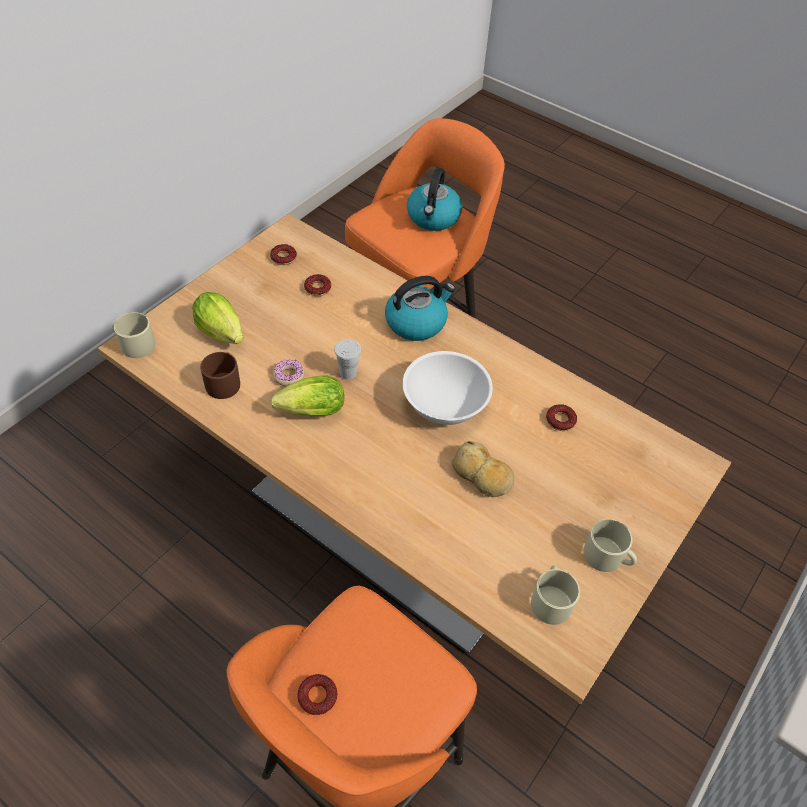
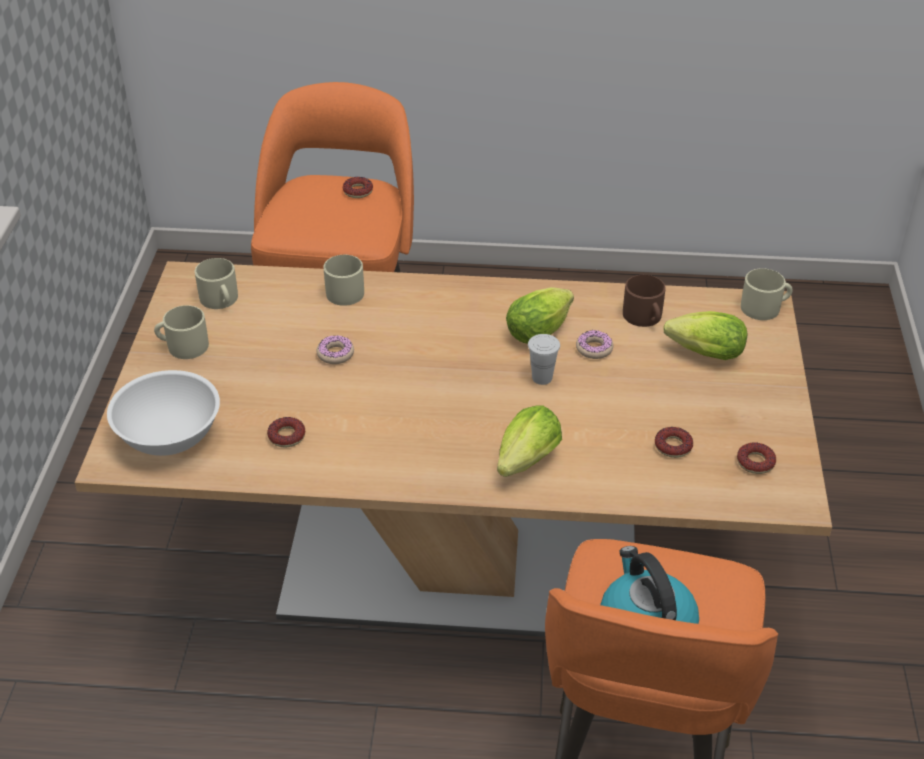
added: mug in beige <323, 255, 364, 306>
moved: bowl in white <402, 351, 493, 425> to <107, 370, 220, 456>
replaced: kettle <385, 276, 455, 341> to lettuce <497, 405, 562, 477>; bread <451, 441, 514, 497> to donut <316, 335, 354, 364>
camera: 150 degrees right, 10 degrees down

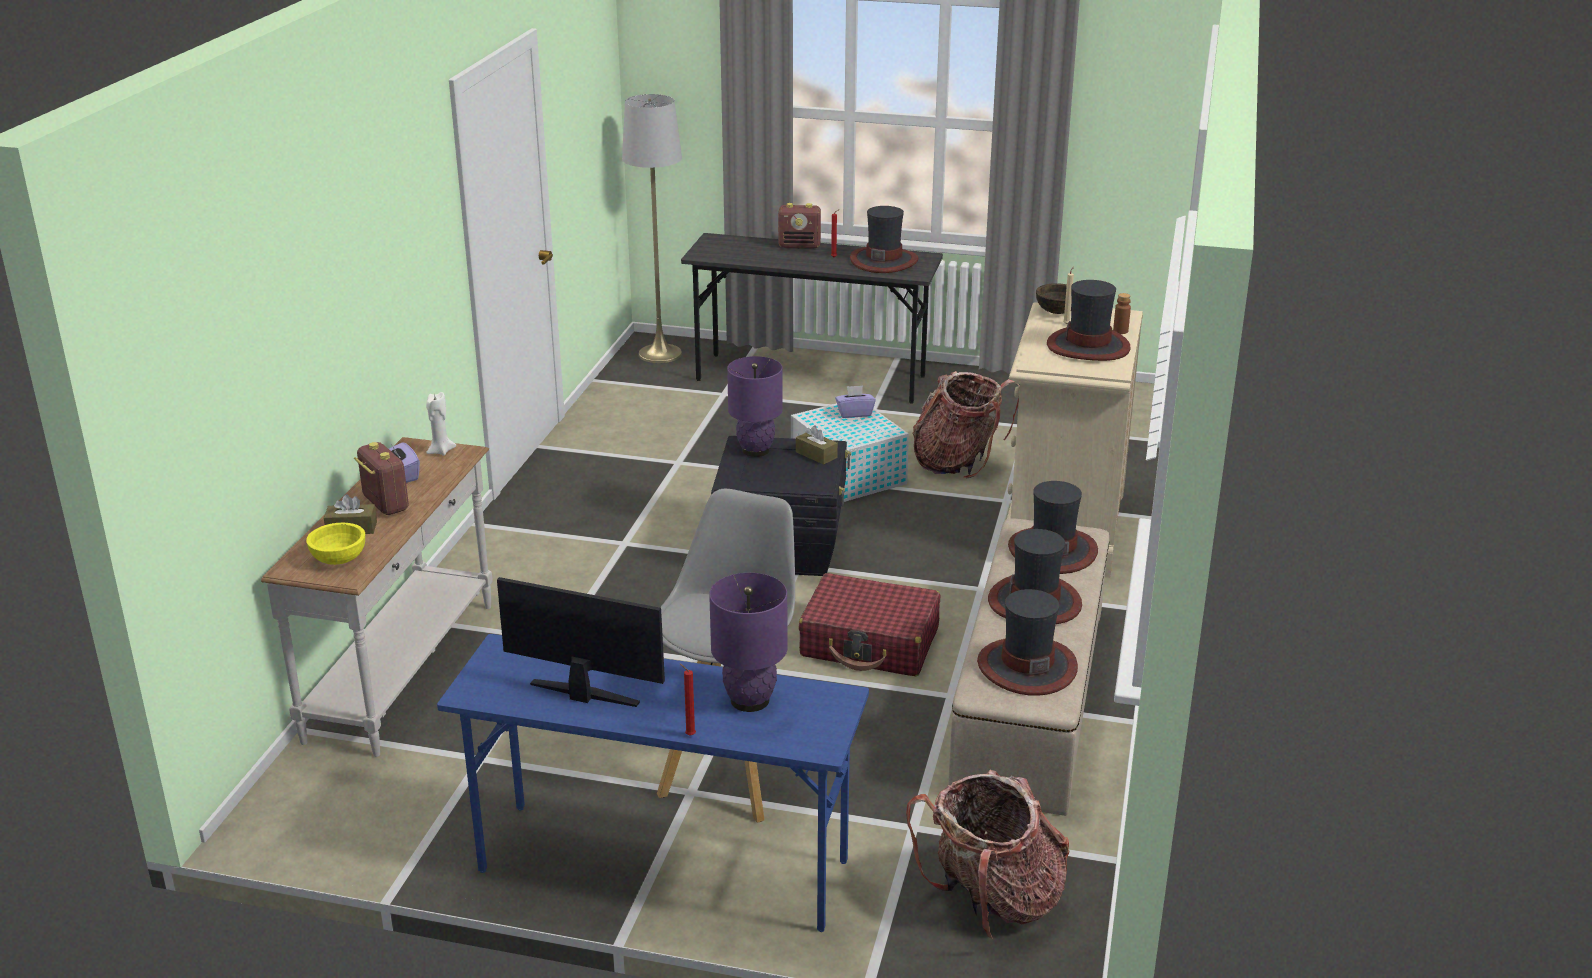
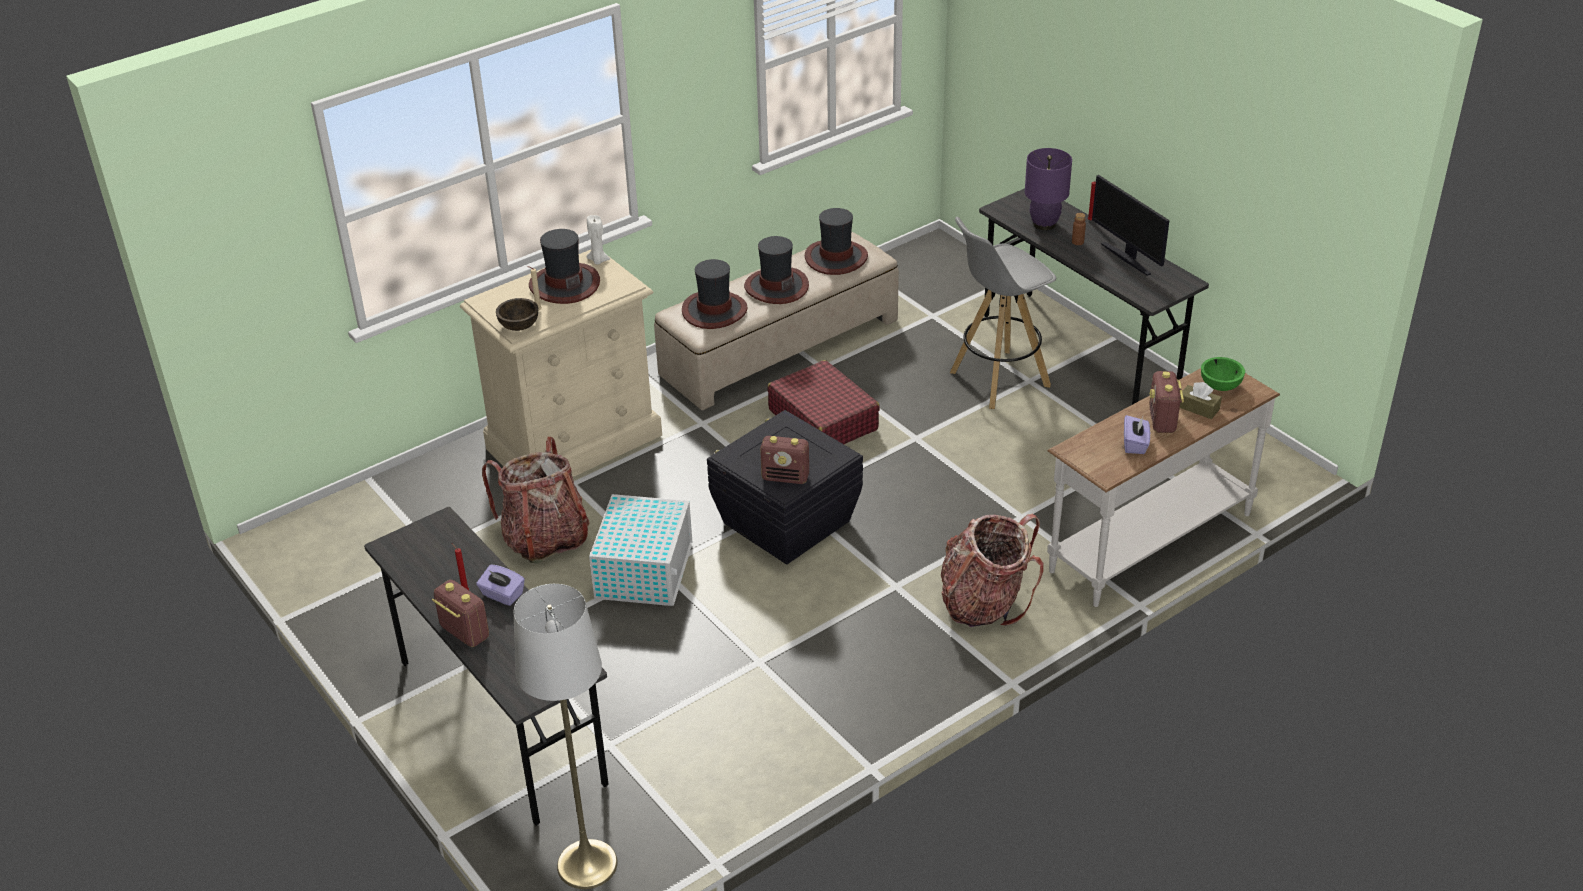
removed: tissue box in brown <796, 425, 838, 465>; hat <850, 206, 918, 273>
moved: candle in white <426, 392, 456, 456> to <586, 215, 610, 265>; tissue box in purple <835, 385, 876, 418> to <476, 565, 525, 606>; backpack <906, 770, 1070, 939> to <941, 514, 1044, 627>; bottle in brown <1113, 293, 1131, 334> to <1072, 213, 1086, 245>
replaced: table lamp in purple <727, 356, 783, 457> to radio <760, 436, 809, 484>
recoloured: bowl in yellow <306, 523, 365, 565> to bowl in green <1201, 357, 1245, 391>; desk in blue <437, 634, 869, 932> to desk in grey <979, 188, 1209, 405>
camera: 140 degrees left, 10 degrees up

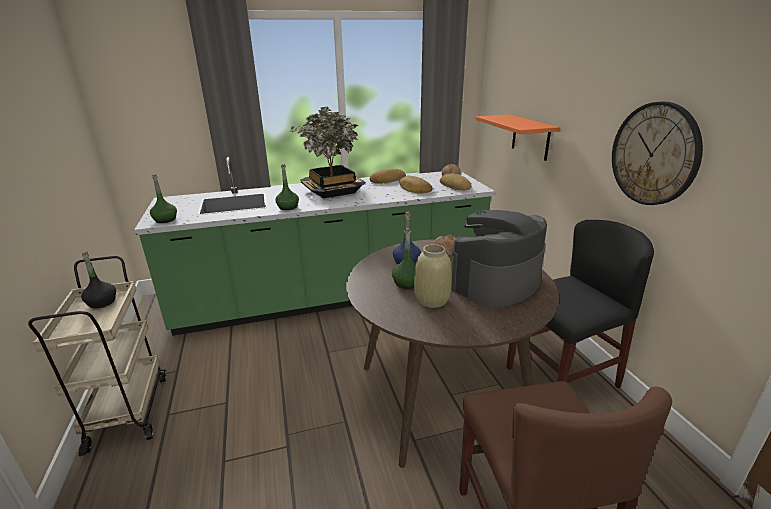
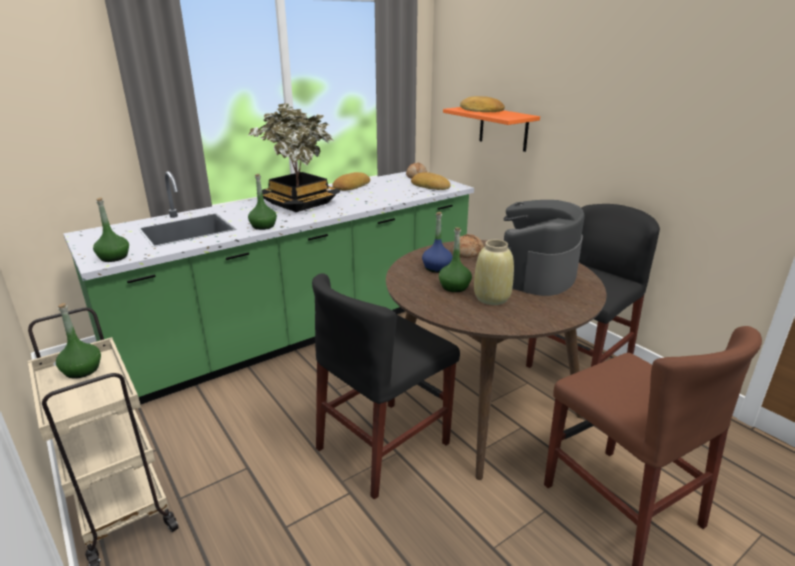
removed: wall clock <612, 102, 703, 205>
added: chair in black <312, 273, 460, 500>
moved: bread <399, 176, 433, 193> to <460, 96, 505, 112>
recoloured: bottle in black <81, 251, 116, 309> to bottle in green <56, 303, 101, 379>
camera: 20 degrees left, 0 degrees up

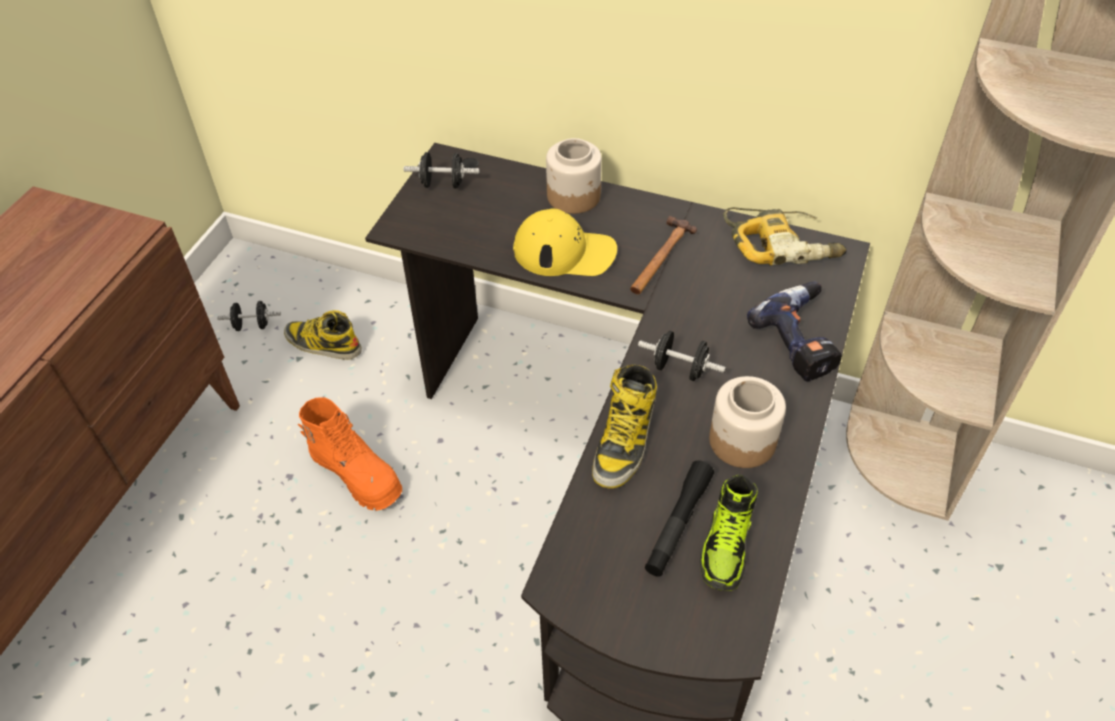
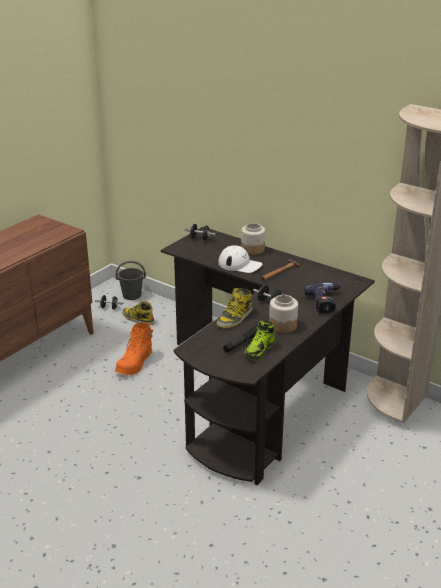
removed: power drill <723, 207, 846, 265>
added: bucket in grey <116, 261, 146, 300>
recoloured: cap in yellow <513, 209, 617, 276> to cap in white <219, 245, 262, 273>
turned: boot in orange <298, 397, 402, 511> = <115, 323, 153, 375> 60 degrees clockwise
camera: 15 degrees right, 20 degrees down

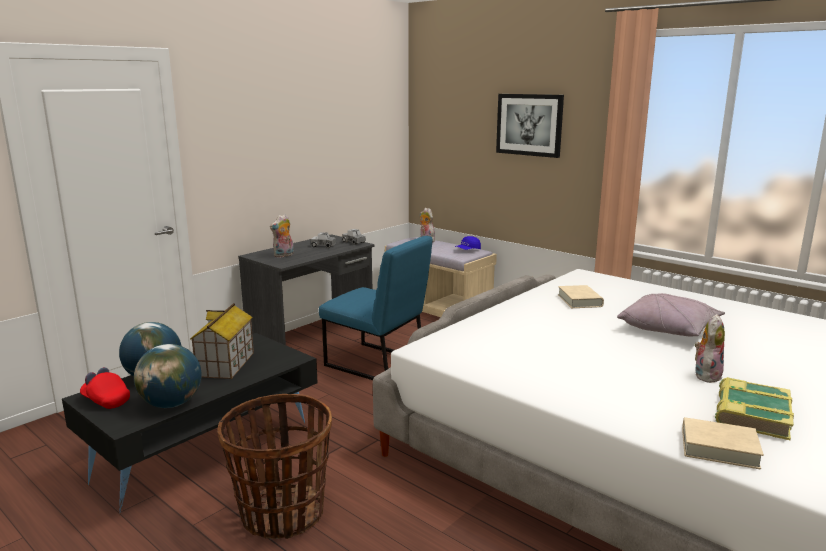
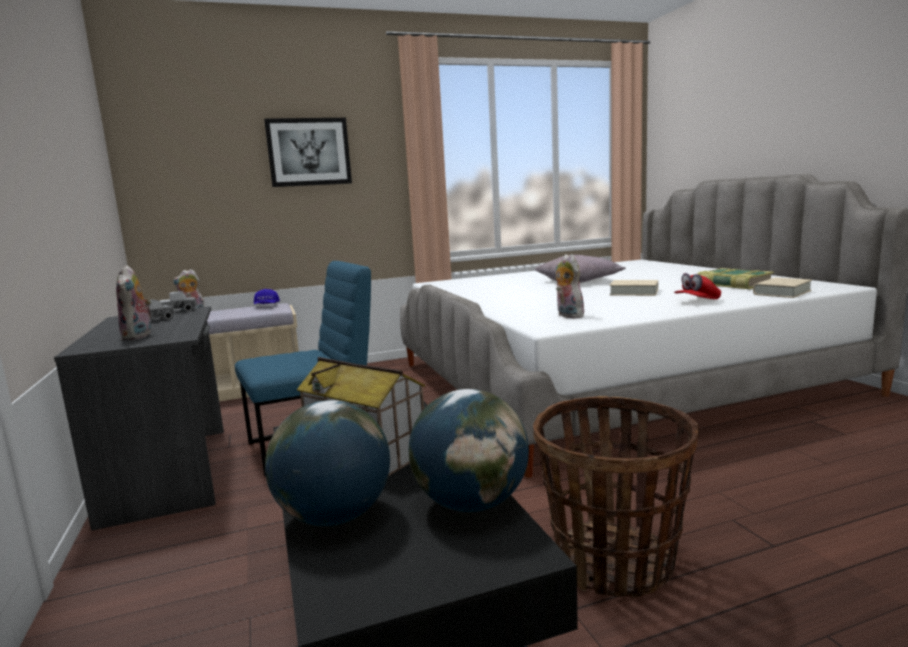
moved: cap in red <80, 367, 130, 409> to <674, 273, 721, 299>; book in beige <558, 285, 604, 308> to <609, 280, 658, 296>; plush toy <694, 314, 725, 383> to <556, 254, 586, 318>
camera: 60 degrees left, 5 degrees down

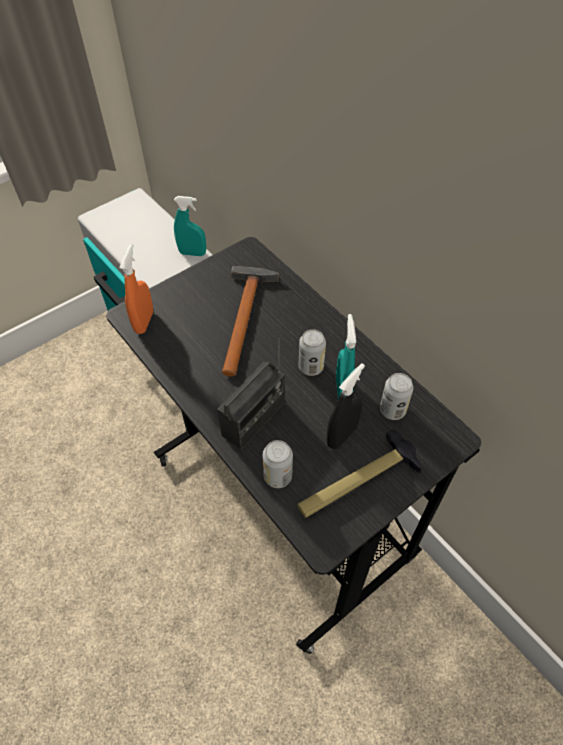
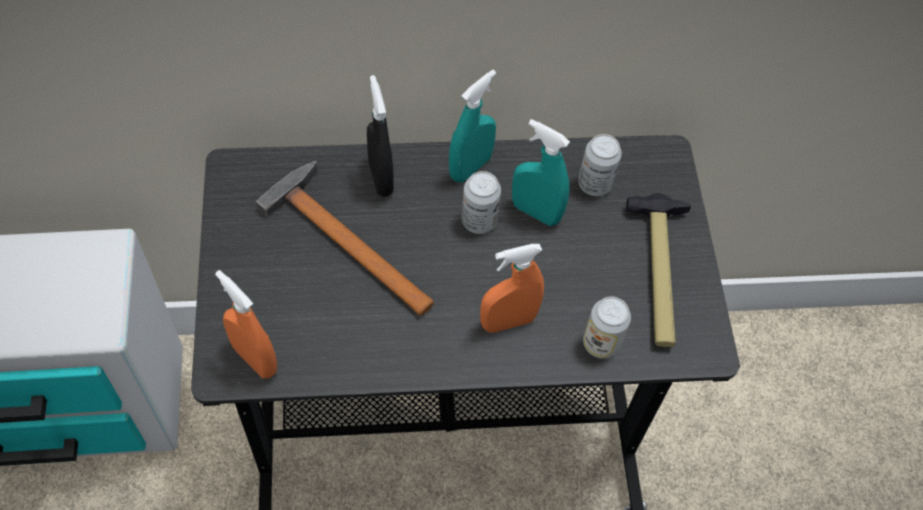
moved: spray bottle in turquoise <174, 196, 206, 256> to <449, 70, 496, 182>; spray bottle in black <326, 363, 365, 449> to <367, 75, 394, 197>
replaced: radio <217, 338, 285, 450> to spray bottle in orange <480, 244, 544, 333>
camera: 60 degrees left, 5 degrees up

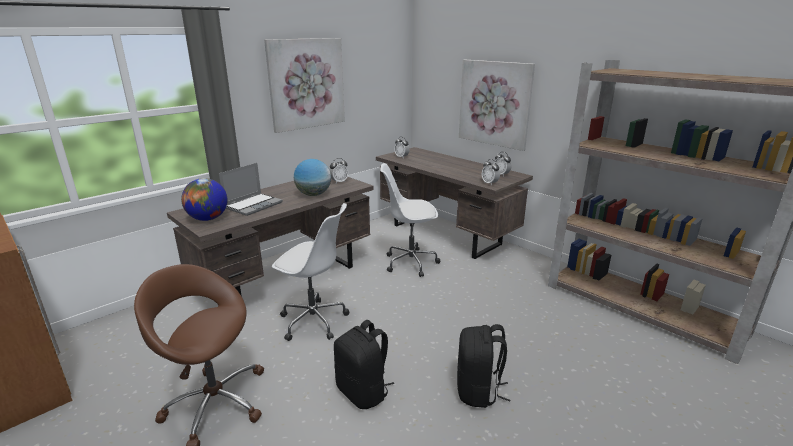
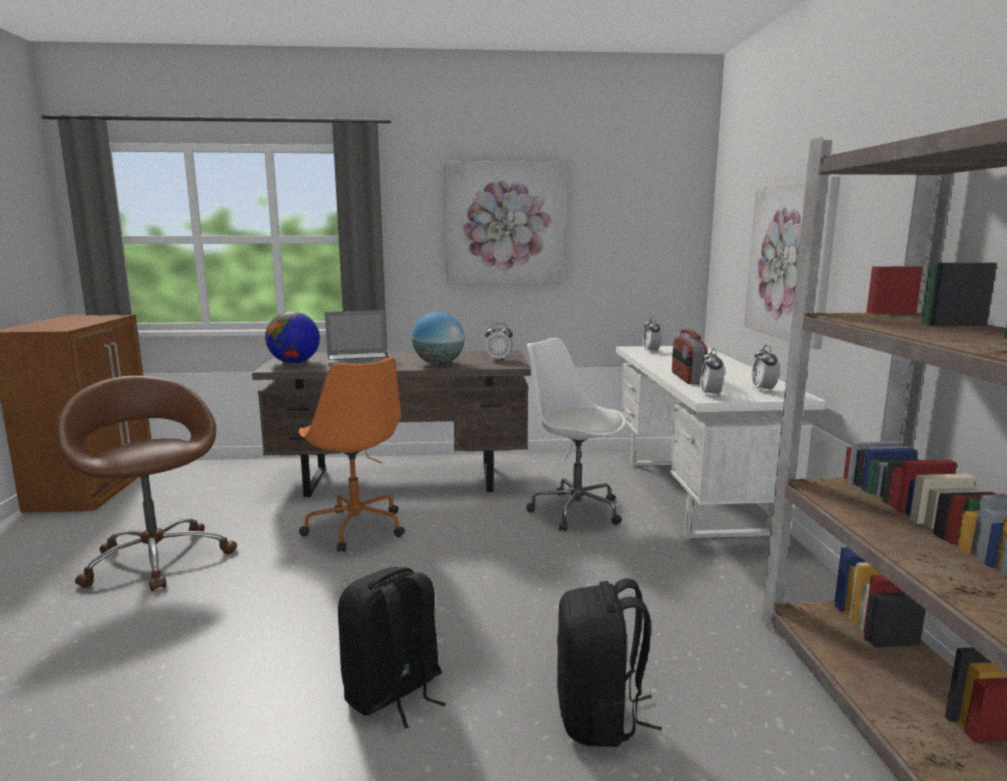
added: radio <672, 329, 707, 384>
moved: backpack in black <334, 320, 394, 409> to <557, 578, 662, 747>
recoloured: office chair in white <272, 203, 350, 341> to office chair in orange <299, 358, 405, 552>; desk in brown <376, 147, 533, 259> to desk in white <616, 346, 826, 539>
camera: 40 degrees right, 10 degrees down

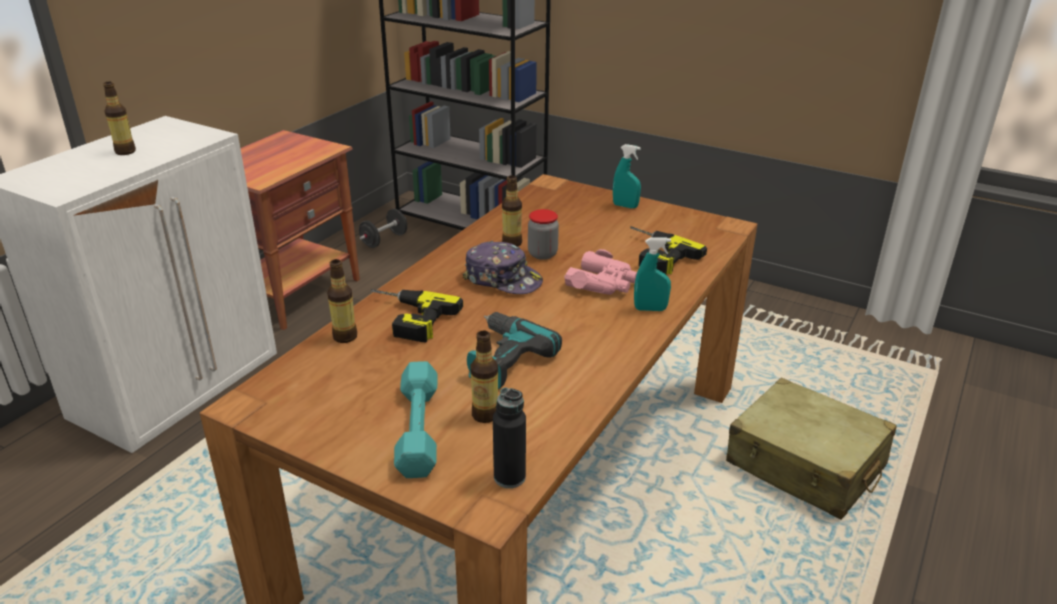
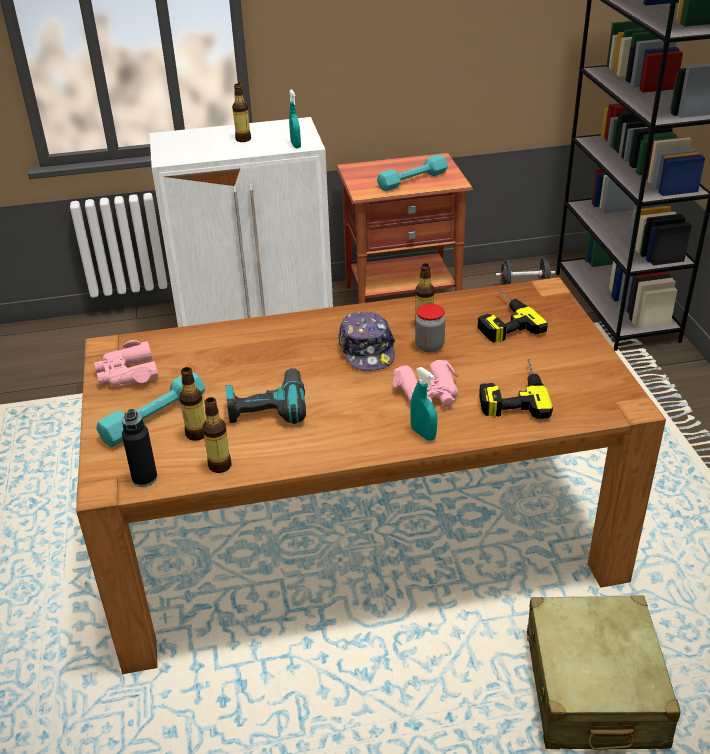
added: binoculars in pink <94, 340, 158, 386>; dumbbell in turquoise <377, 154, 448, 191>
moved: bottle <327, 259, 357, 343> to <202, 397, 231, 473>; power drill <370, 289, 463, 342> to <478, 289, 548, 343>; spray bottle in turquoise <613, 144, 641, 208> to <289, 89, 301, 148>
camera: 50 degrees right, 5 degrees up

